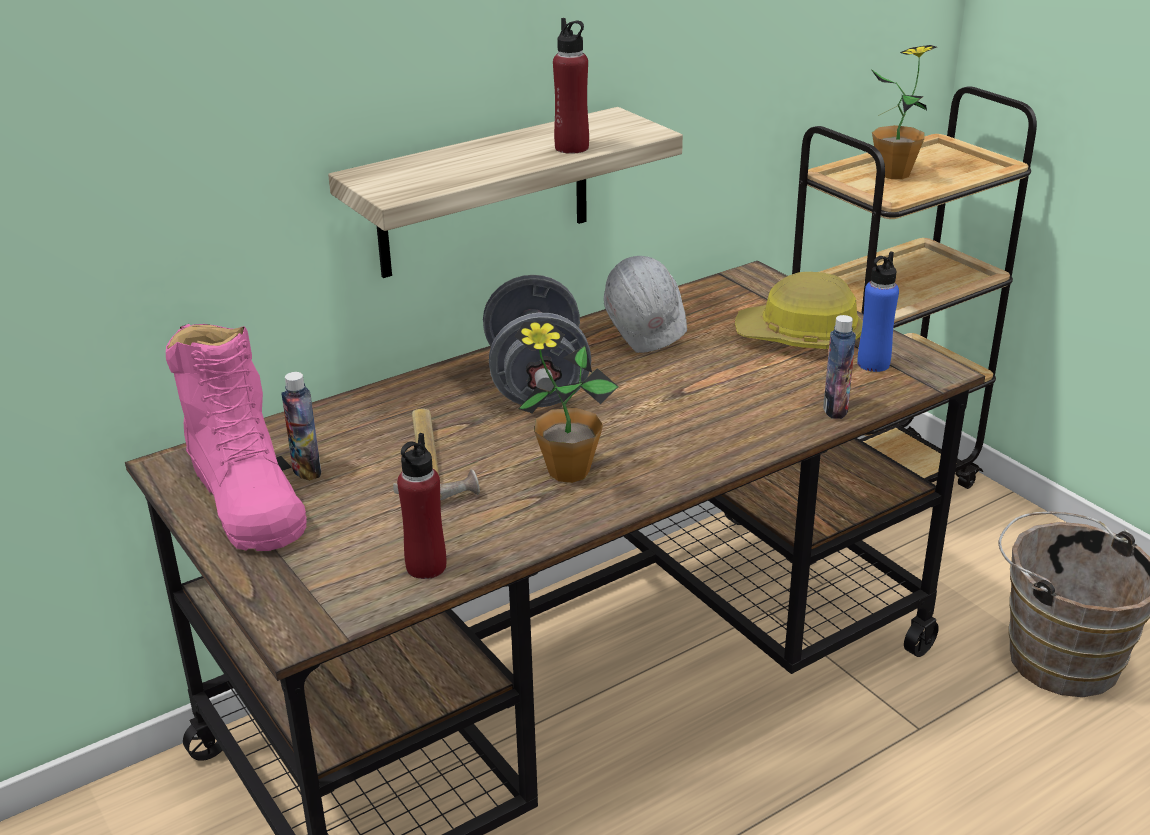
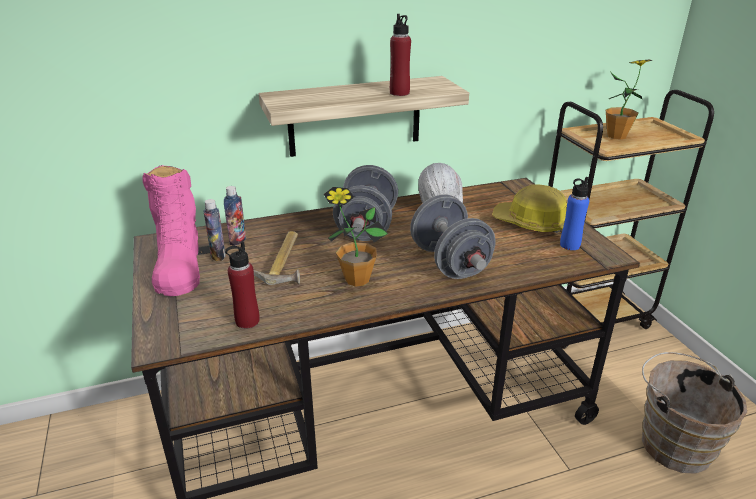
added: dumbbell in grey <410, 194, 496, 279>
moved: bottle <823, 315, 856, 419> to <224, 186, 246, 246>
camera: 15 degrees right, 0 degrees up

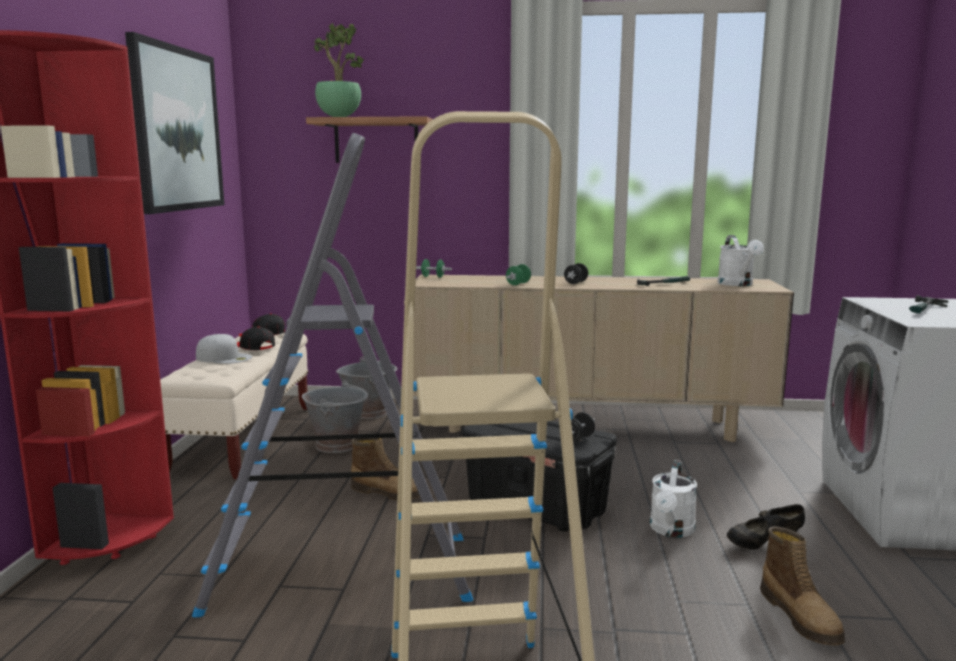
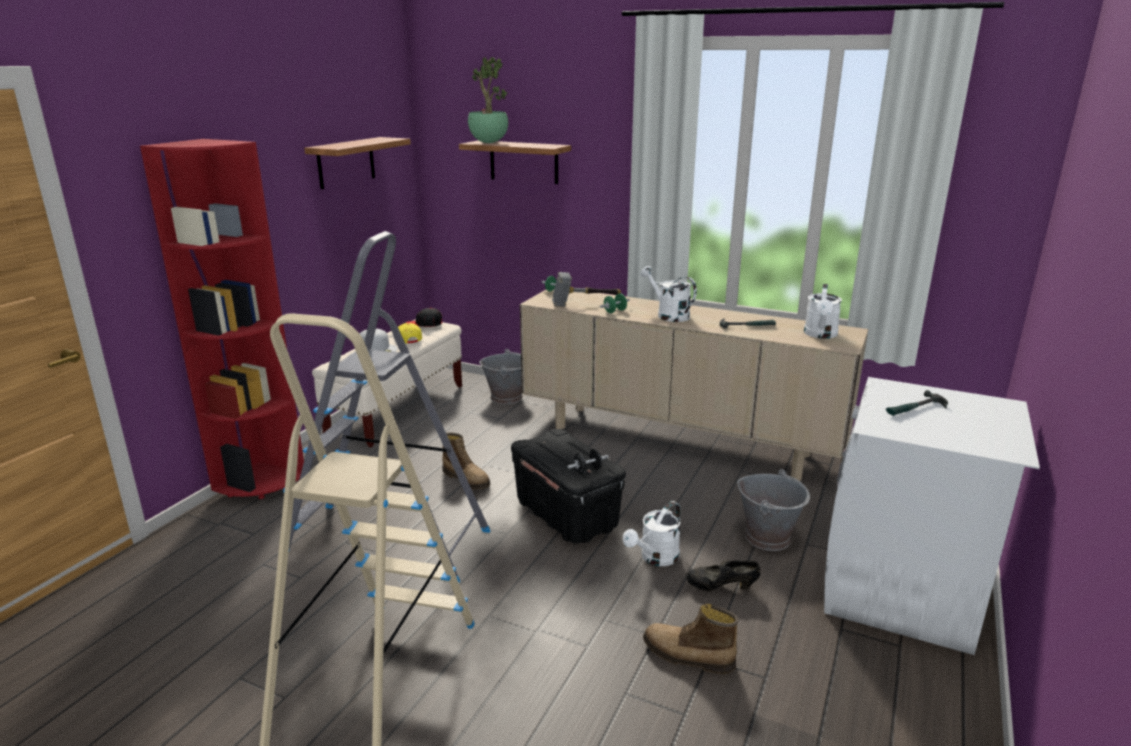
added: hammer <552, 272, 621, 306>
moved: bucket in grey <302, 380, 368, 453> to <737, 469, 810, 551>
replaced: picture <125, 32, 225, 214> to shelf <304, 137, 411, 189>; dumbbell in black <564, 263, 588, 284> to watering can in white <640, 266, 697, 322>
recoloured: cap in black <237, 326, 275, 350> to cap in yellow <398, 323, 422, 343>
turned: boot <760, 526, 845, 645> = <643, 604, 738, 674> 105 degrees clockwise
camera: 20 degrees right, 10 degrees up

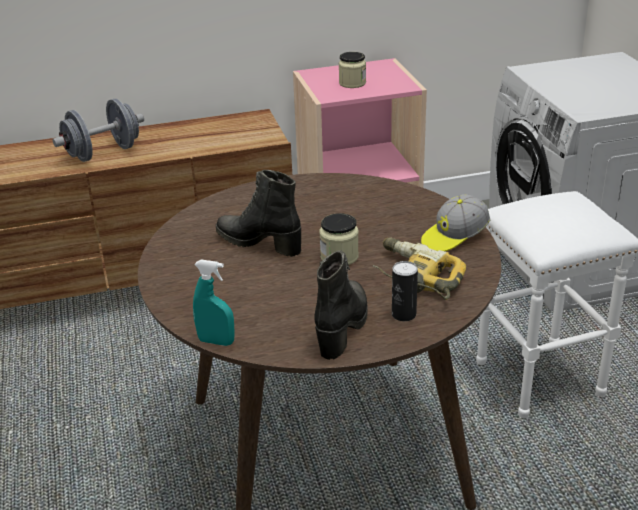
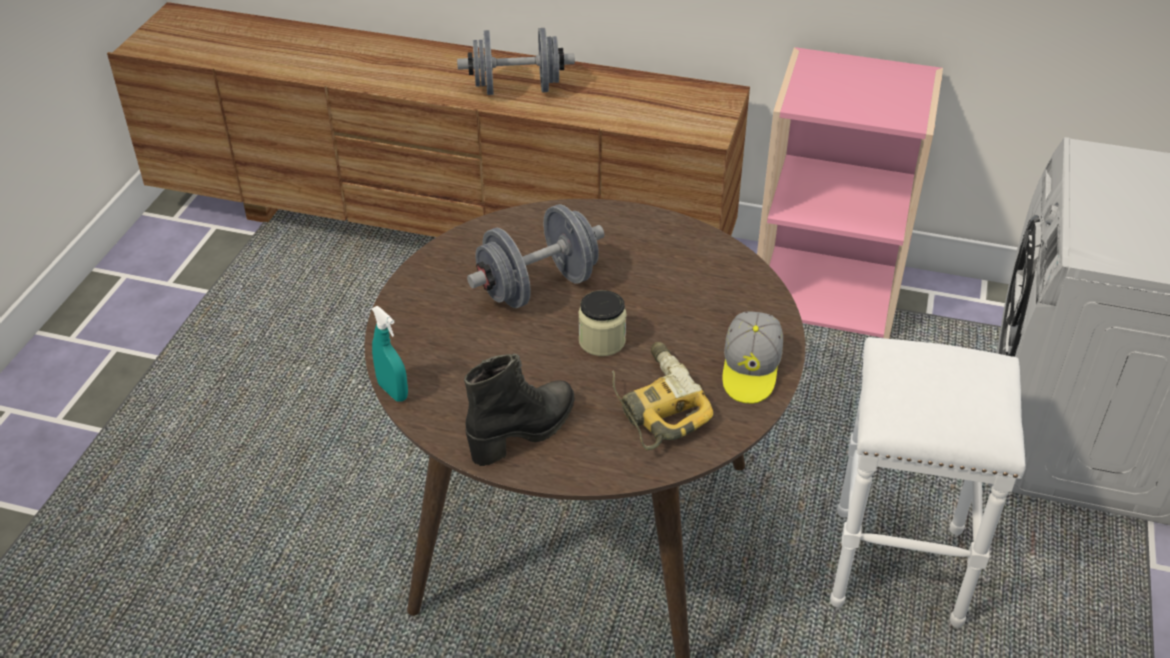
removed: jar <339, 52, 366, 88>; can <392, 261, 418, 321>
replaced: boot in black <216, 170, 301, 257> to dumbbell in grey <467, 204, 604, 308>
turned: cap <421, 194, 490, 251> = <722, 311, 783, 404> 75 degrees counterclockwise
camera: 30 degrees right, 10 degrees up

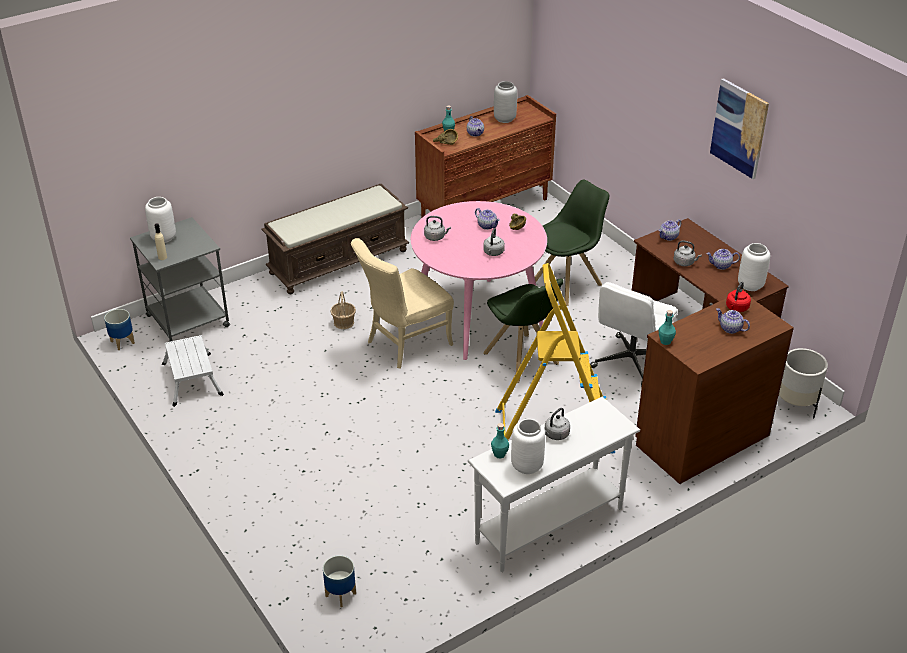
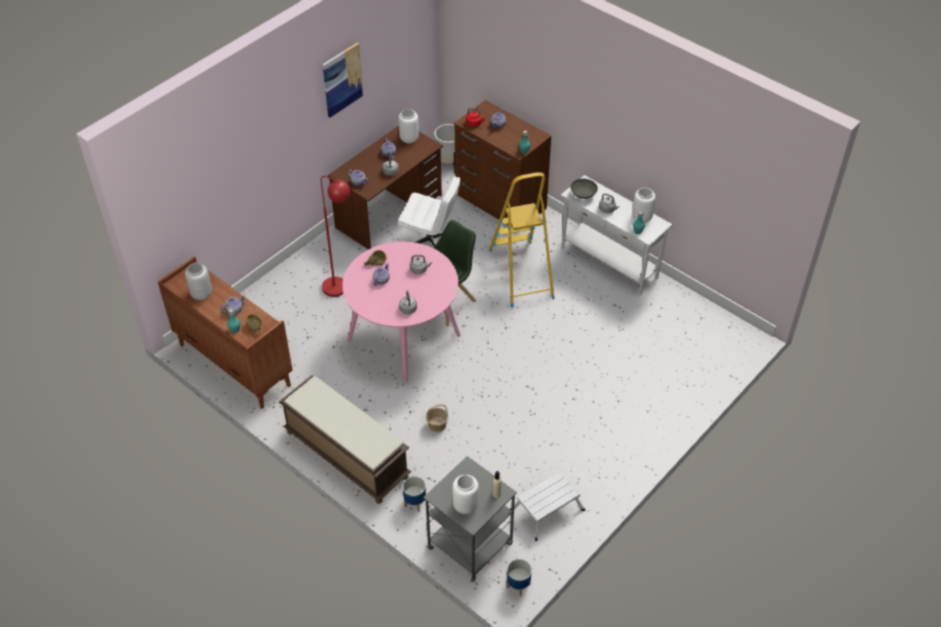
removed: chair in beige <351, 238, 454, 369>
added: bowl in grey <571, 179, 598, 199>
moved: planter <323, 555, 356, 607> to <403, 476, 426, 512>
replaced: chair in green <535, 180, 609, 306> to floor lamp in red <321, 176, 351, 297>
camera: 105 degrees left, 10 degrees up

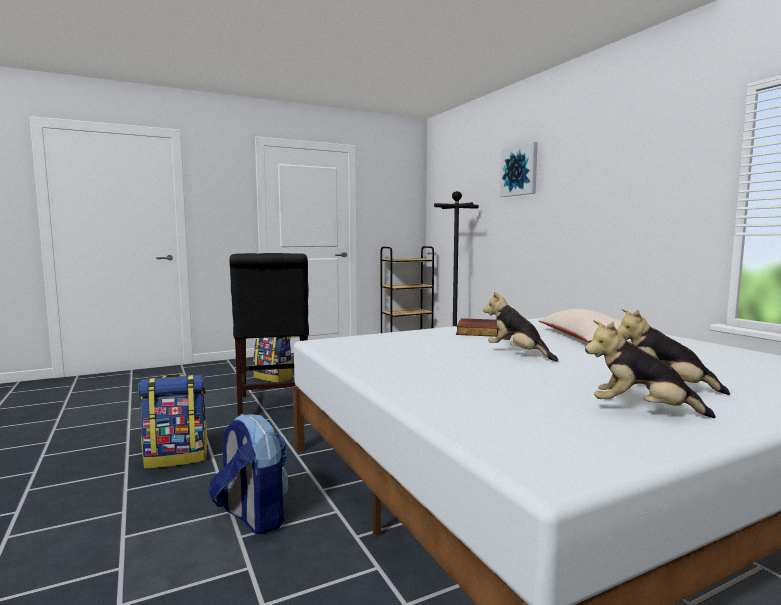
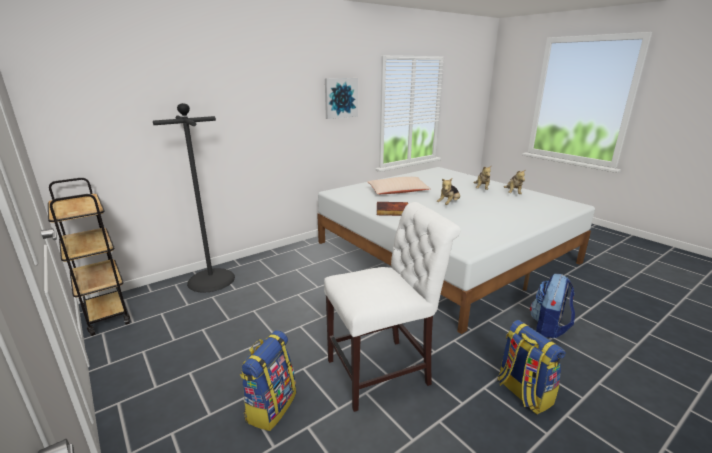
moved: picture <500, 142, 538, 197> to <325, 78, 358, 119>
recoloured: chair in black <229, 253, 309, 416> to chair in white <324, 202, 461, 412>
camera: 100 degrees left, 15 degrees up

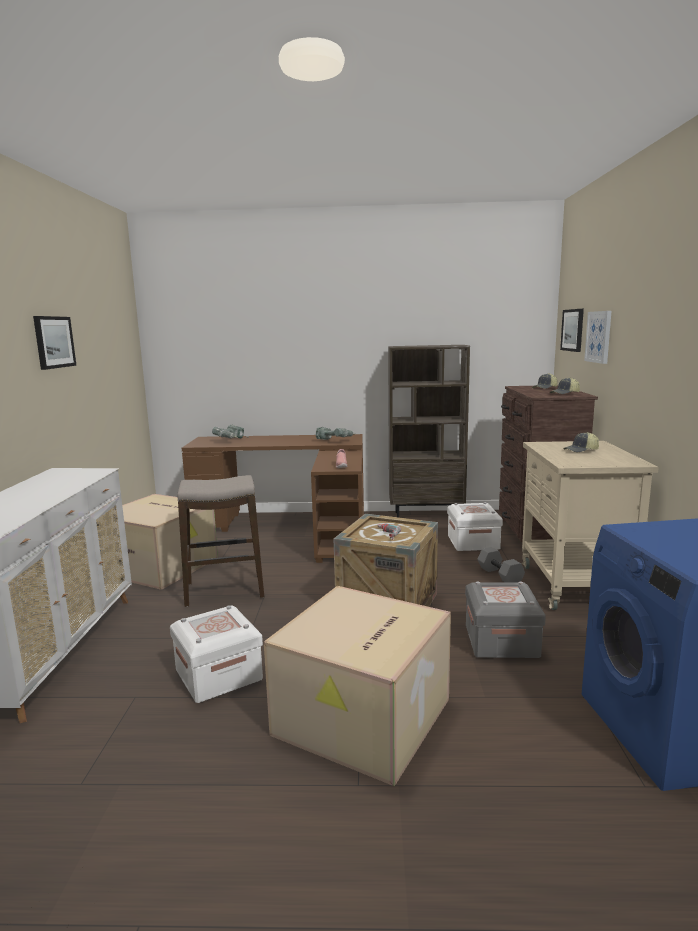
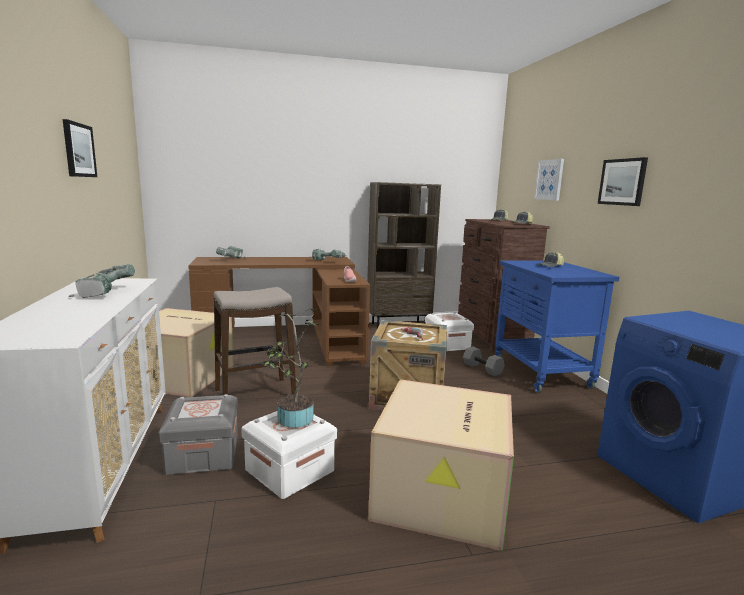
added: power drill <69, 264, 135, 298>; potted plant <262, 309, 319, 428>
moved: storage box in grey <465, 581, 546, 658> to <159, 394, 238, 475>; picture <560, 309, 584, 352> to <598, 157, 648, 206>
recoloured: cart in beige <521, 441, 659, 610> to cart in blue <495, 260, 619, 393>
camera: 15 degrees left, 0 degrees up

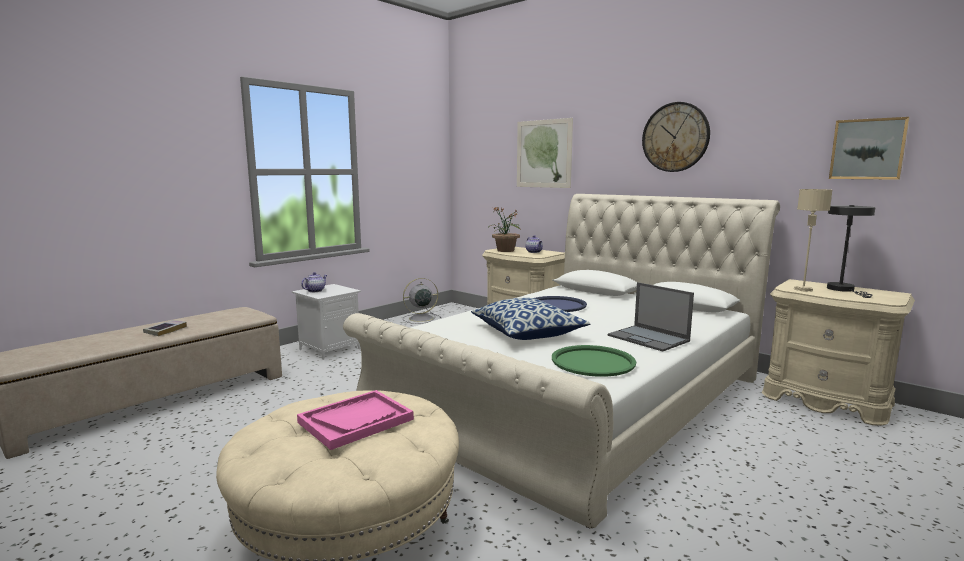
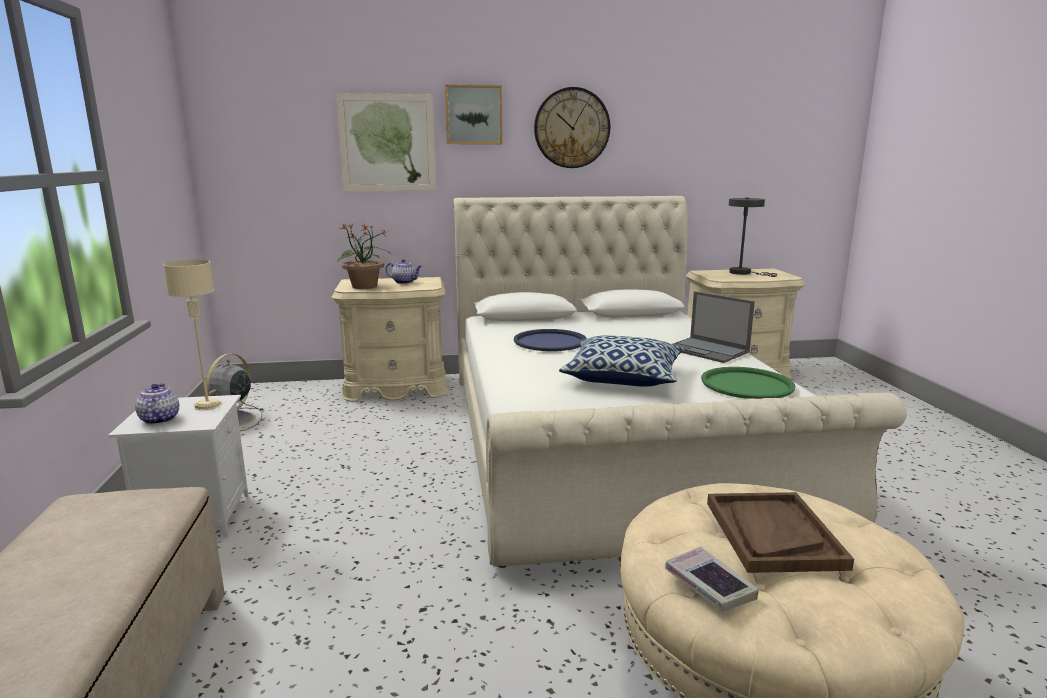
moved: book <143, 320, 187, 336> to <665, 547, 759, 612>; table lamp in beige <793, 189, 833, 292> to <164, 260, 222, 410>; picture <829, 117, 910, 180> to <445, 85, 502, 144>
recoloured: tray in pink <297, 390, 414, 450> to tray in brown <707, 492, 854, 573>
turned: laptop <608, 282, 694, 352> = <673, 291, 755, 363> 45 degrees clockwise
camera: 50 degrees left, 5 degrees up

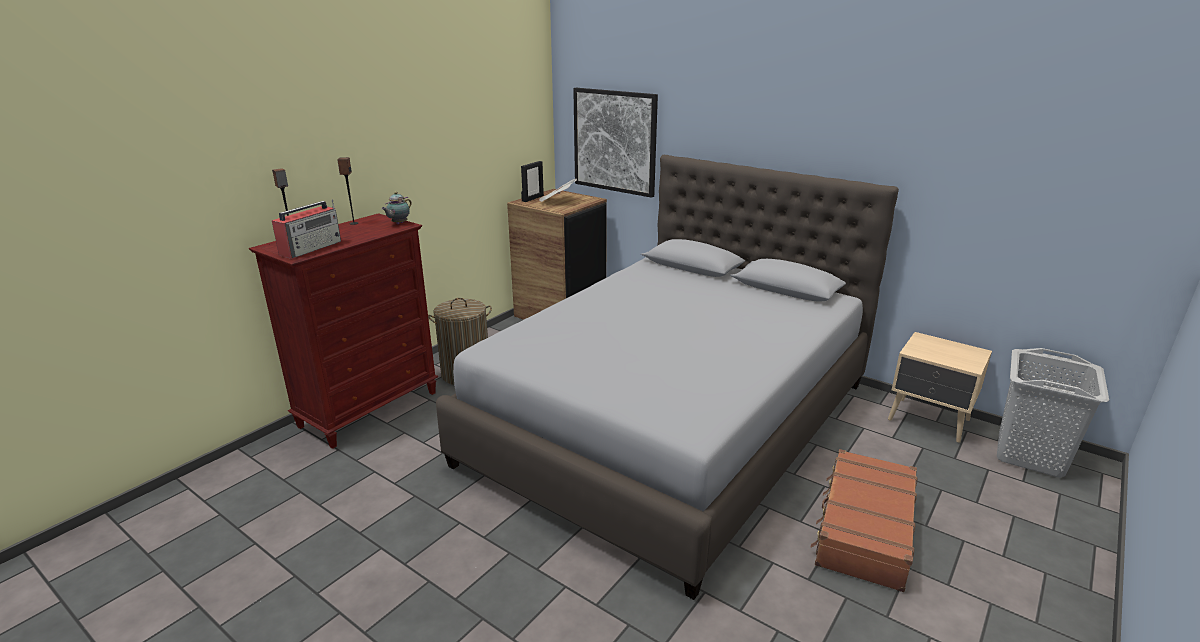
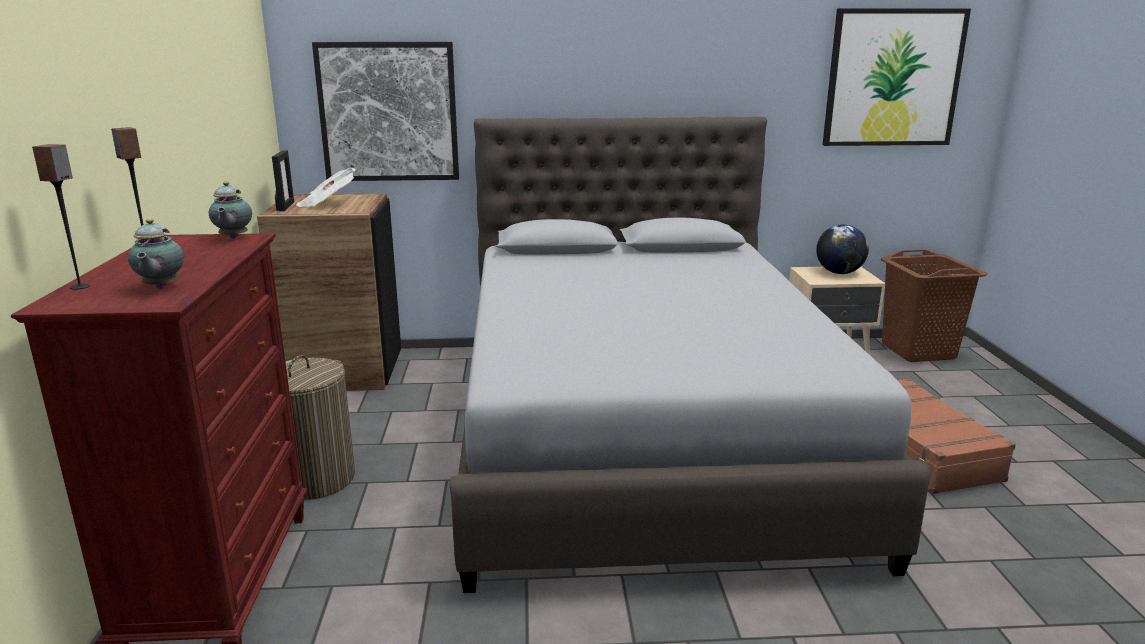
added: globe <816, 224, 869, 274>; picture <823, 8, 971, 146>
replaced: radio <271, 199, 341, 259> to teapot <128, 218, 184, 289>
recoloured: laundry basket in grey <997, 348, 1109, 477> to laundry basket in brown <881, 250, 988, 362>
camera: 40 degrees left, 5 degrees down

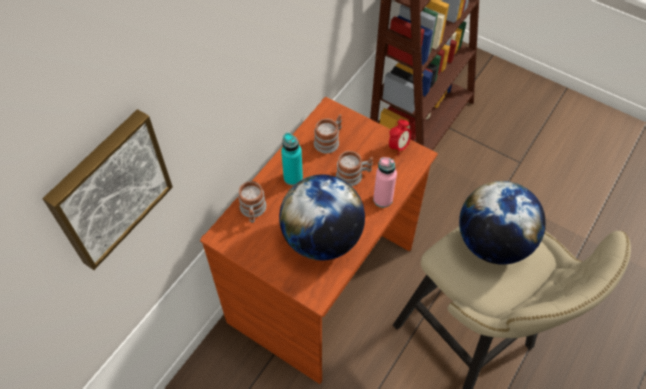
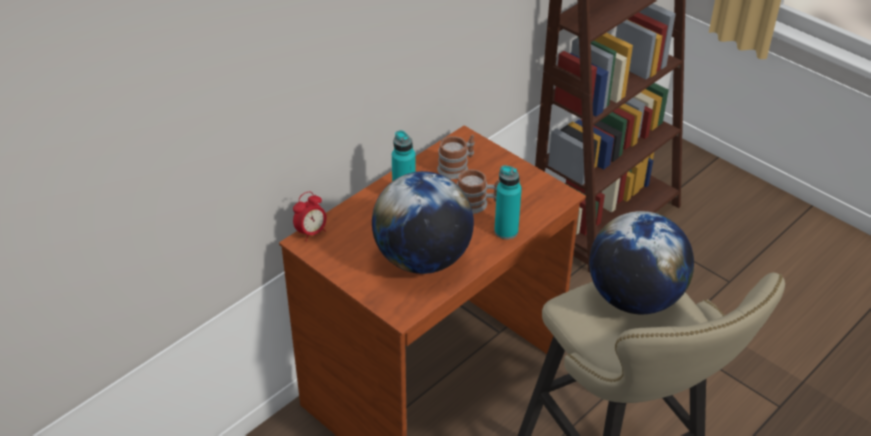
removed: picture <43, 109, 173, 270>; mug <238, 181, 267, 223>
moved: alarm clock <389, 119, 411, 155> to <293, 192, 327, 241>
recoloured: bottle in pink <373, 157, 397, 208> to bottle in turquoise <494, 165, 522, 239>
camera: 10 degrees right, 15 degrees down

